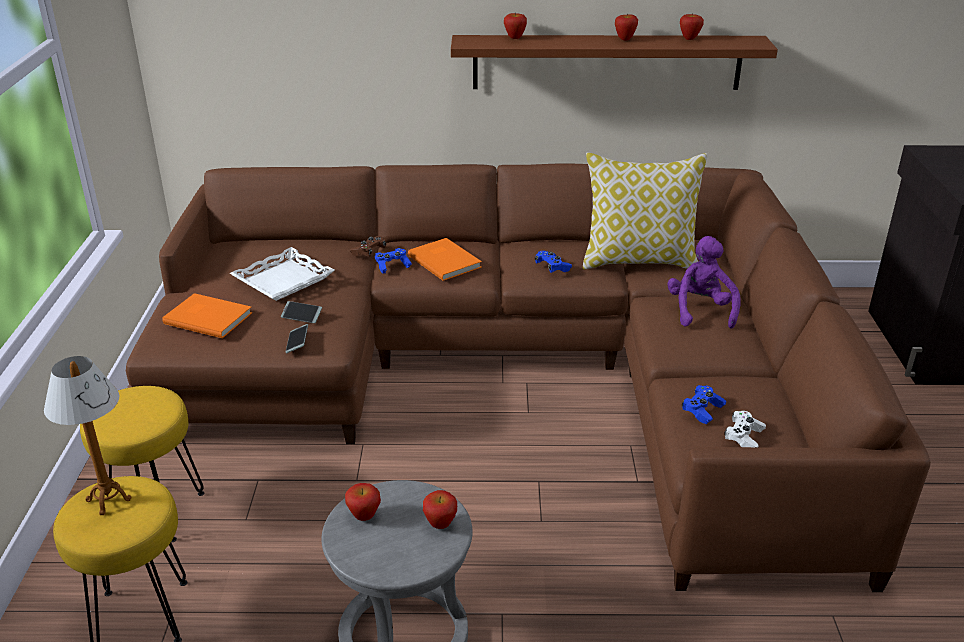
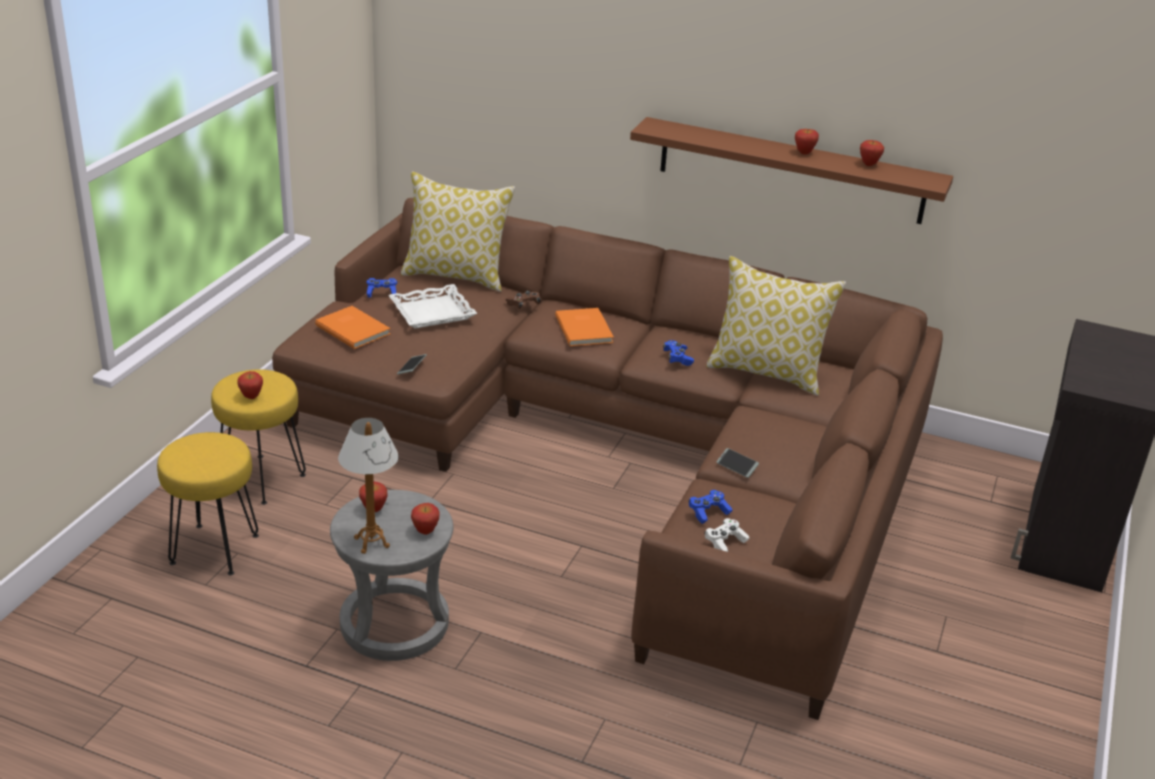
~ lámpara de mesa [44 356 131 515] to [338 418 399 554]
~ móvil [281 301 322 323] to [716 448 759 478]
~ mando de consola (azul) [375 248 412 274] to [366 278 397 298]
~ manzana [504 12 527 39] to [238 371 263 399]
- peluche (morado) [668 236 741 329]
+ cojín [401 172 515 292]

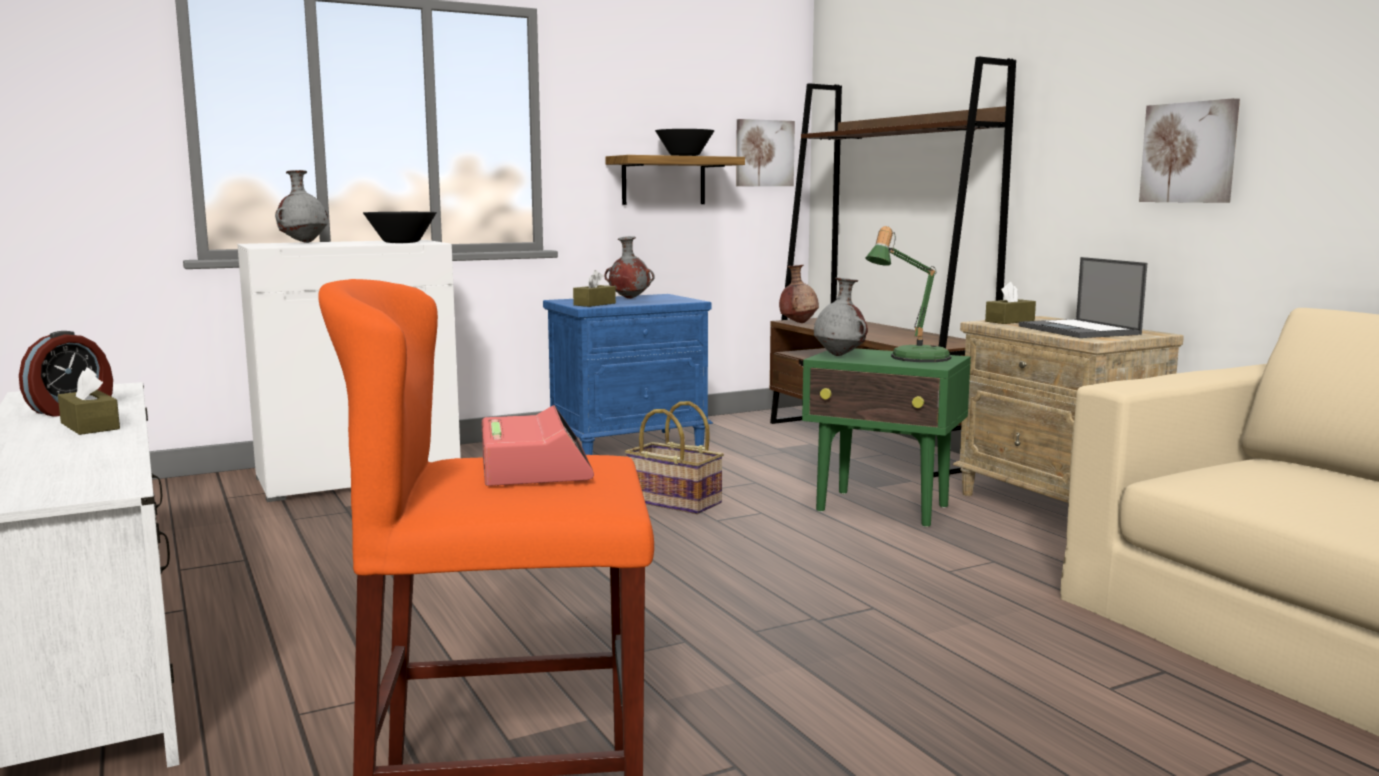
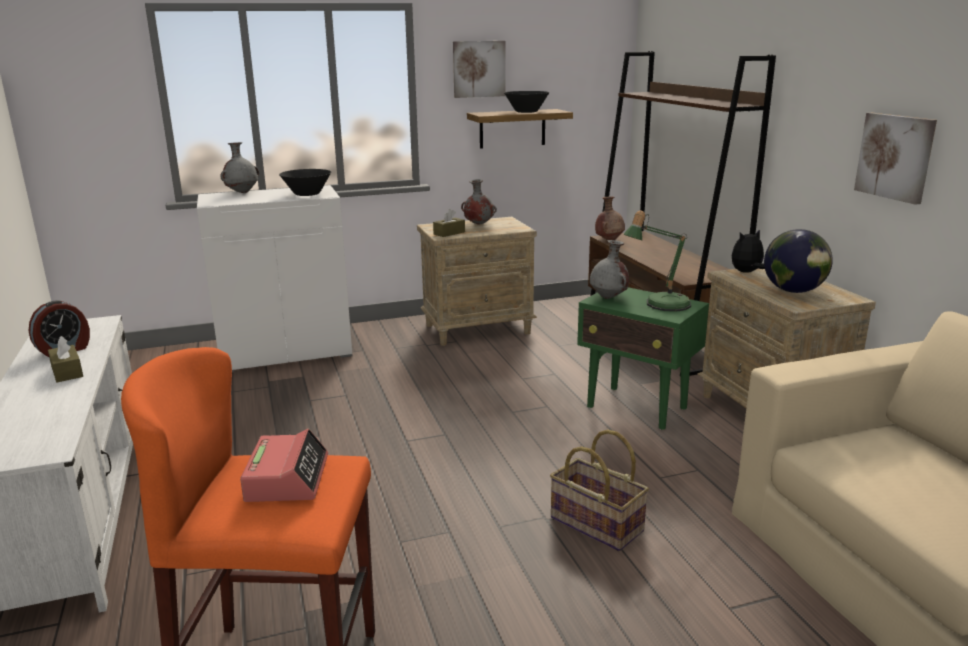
~ mesita de noche (azul) [543 294 713 455] to mesita de noche (beis) [417 217 537 346]
~ cesta [625 401 724 514] to [550 430 649 551]
~ cuadro [736 119 795 186] to [453 41 505 98]
~ caja de pañuelos (marrón) [985 282 1036 324] to peluche [732 229 765 273]
~ portátil [1019 257 1147 338] to globo terráqueo [764 229 833 293]

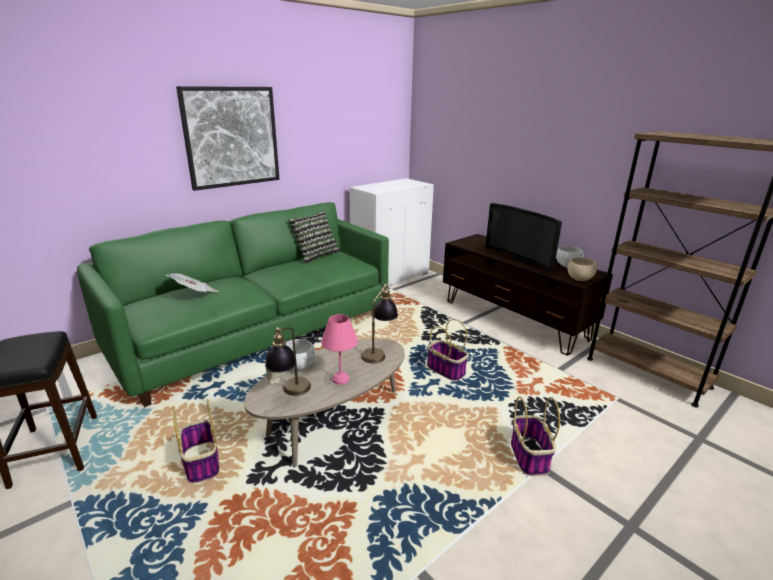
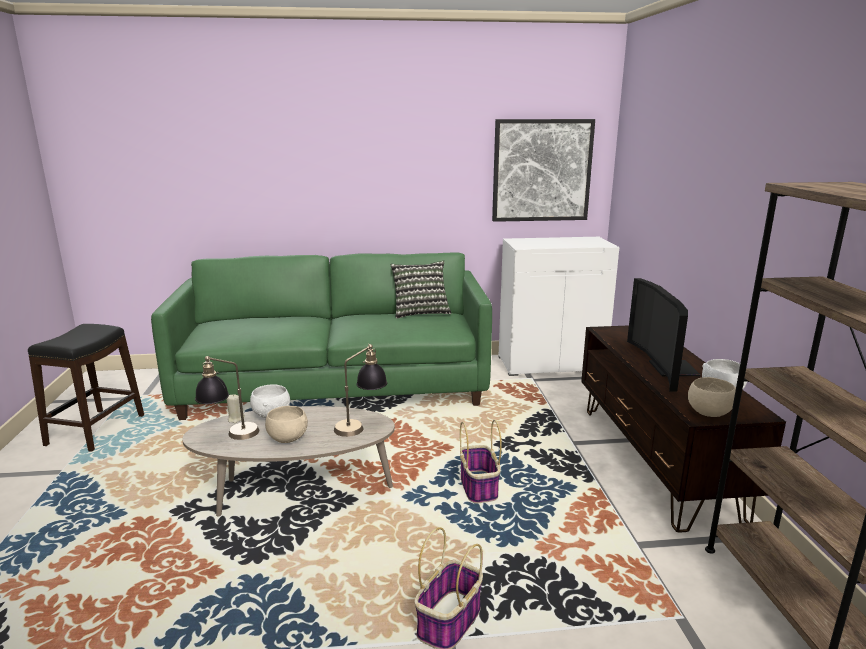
- periódico [166 273 219 292]
- cesta [172 399 219 483]
~ cuadro [176 86 280 191] to [492 119 595 222]
~ lámpara de mesa (rosa) [321 314 358 385] to cuenco (beis) [265 406 308 443]

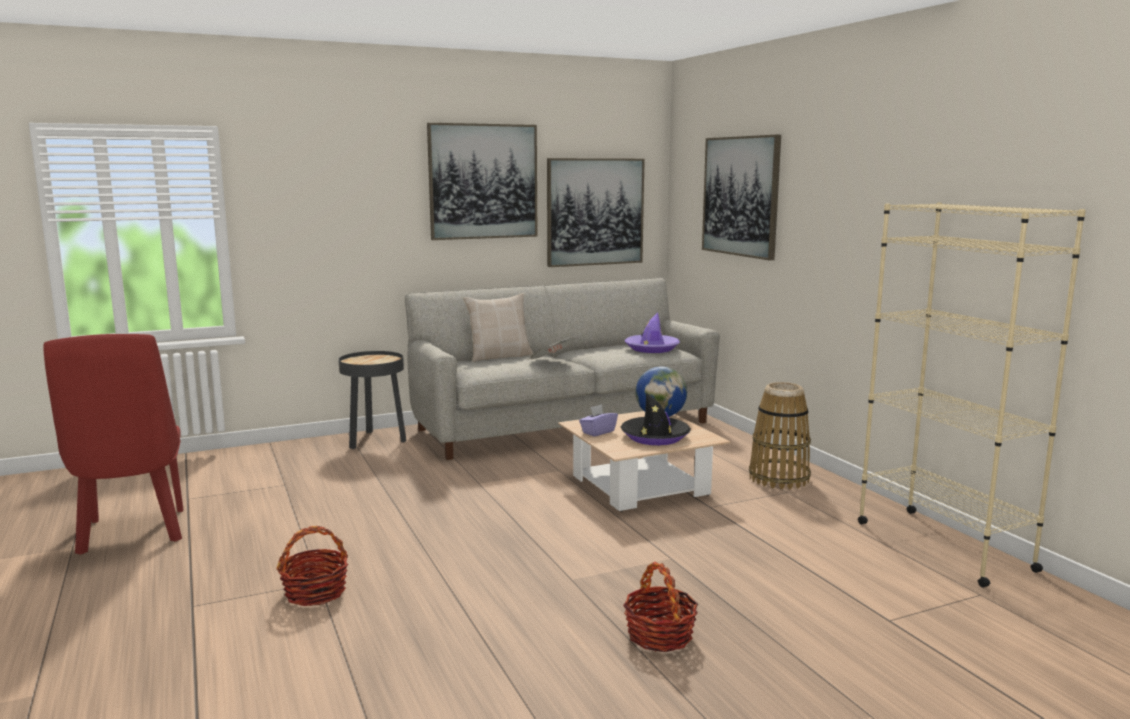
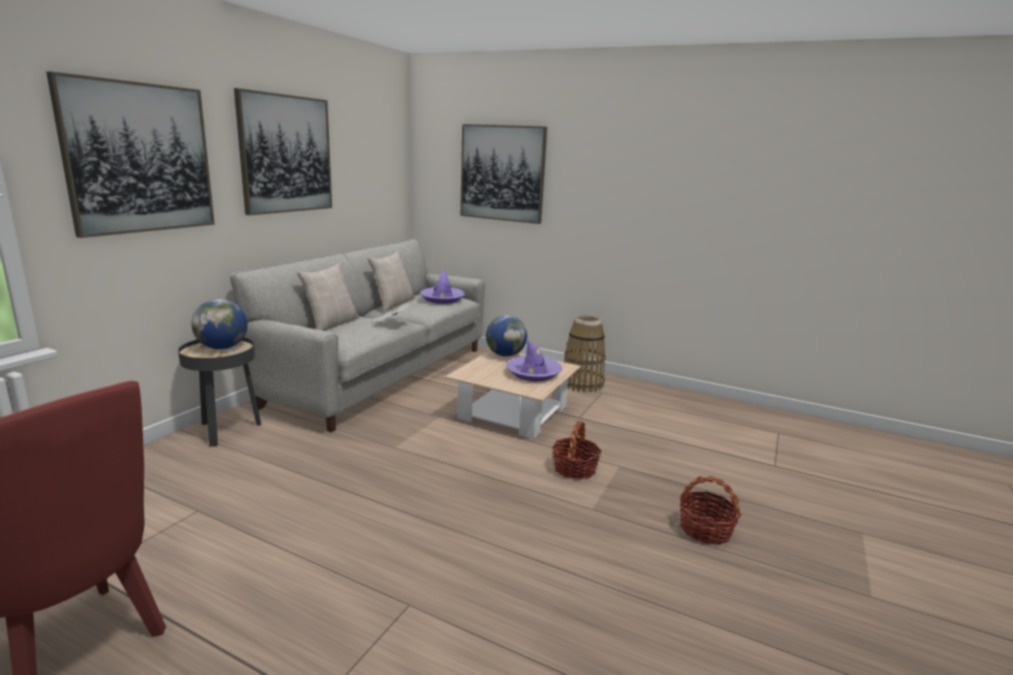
~ cesta [276 526 348 606] to [552 421 602 480]
~ cuadro [547 158 645 267] to [46 72 215 238]
- caja de pañuelos (morado) [579 404 618 436]
~ sombrero (negro) [621 392 691 445] to sombrero (morado) [506 340 562 381]
- estantería (beis) [858 202 1086 588]
+ globo terráqueo [191 299 248 350]
+ cojín (beis) [367 251 415 311]

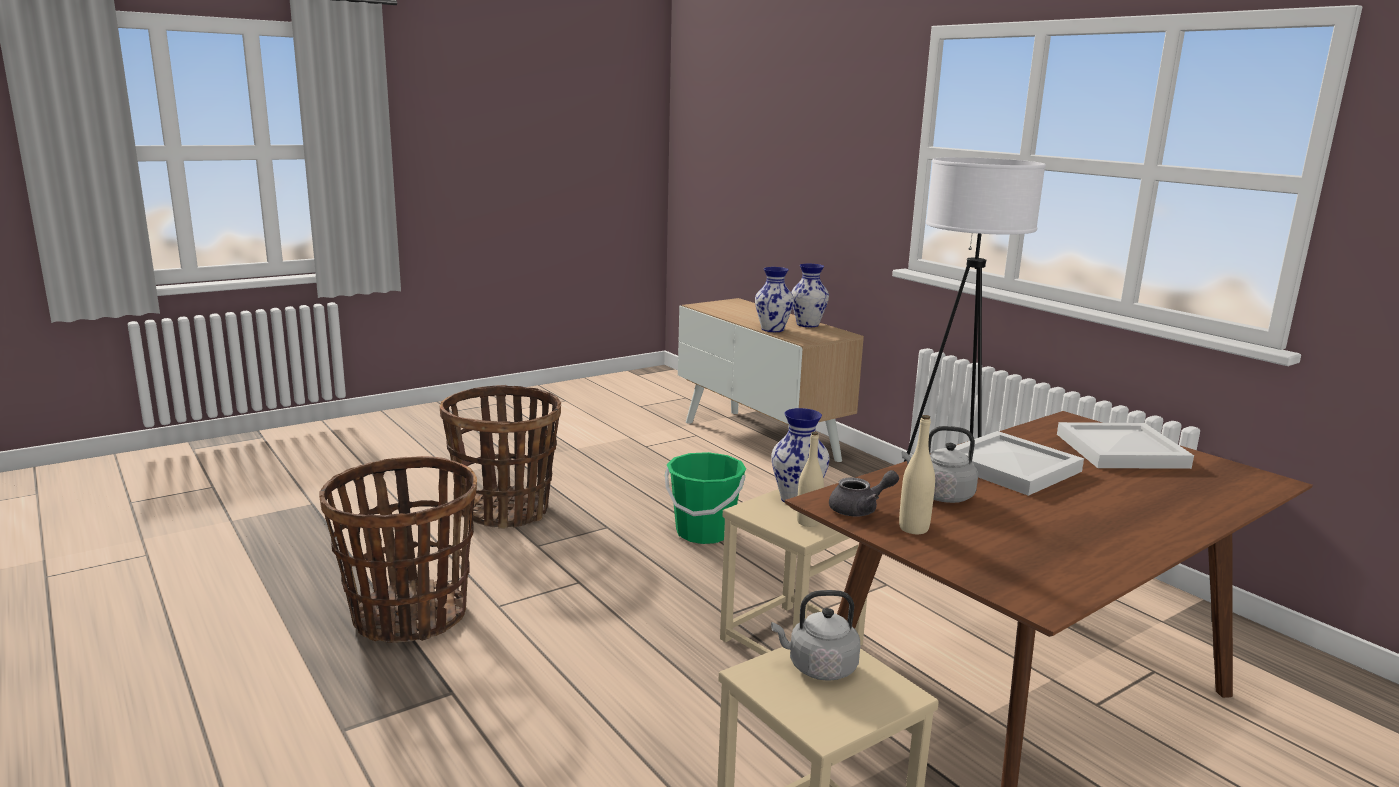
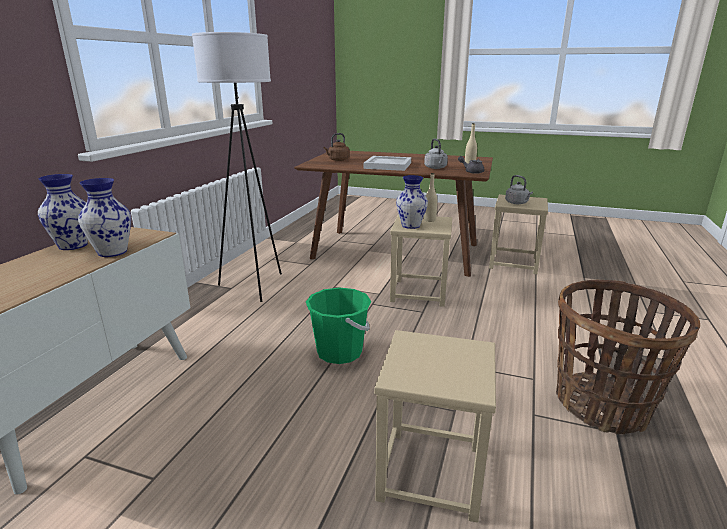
~ cesta [440 385 561 529] to taburete (beis) [374 330 496 523]
~ bandeja (blanco) [1057 422 1194 469] to hervidor (marrón) [323 133 350 161]

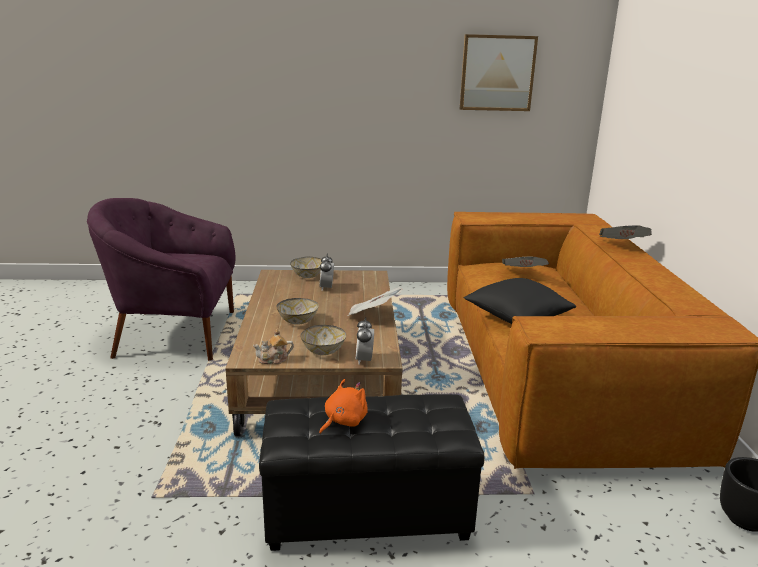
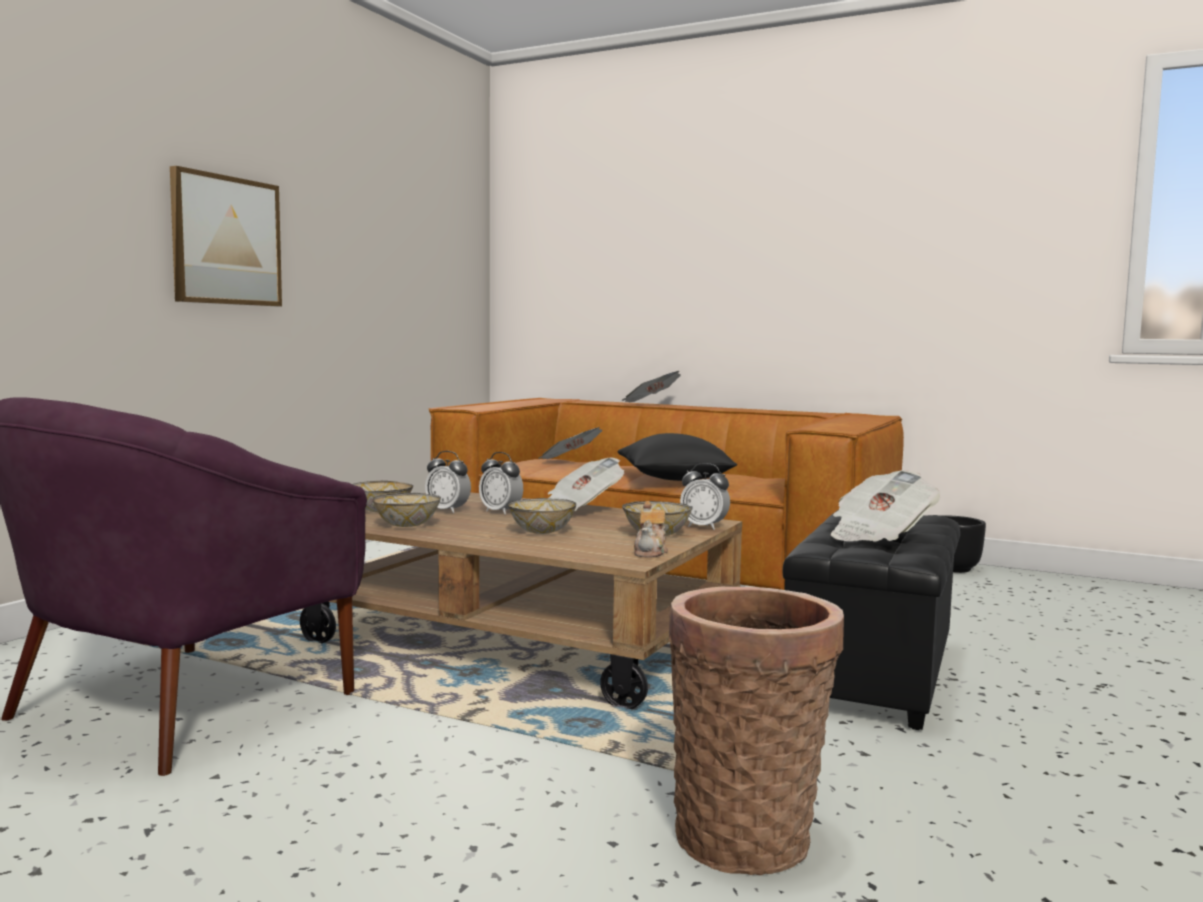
~ peluche (naranja) [319 379 367 434] to periódico [830 470 940 541]
~ cuadro [460 34 538 111] to [170 166 282 306]
+ cuenco [373 493 441 527]
+ despertador [479 452 523 515]
+ cesta [669 587 844 875]

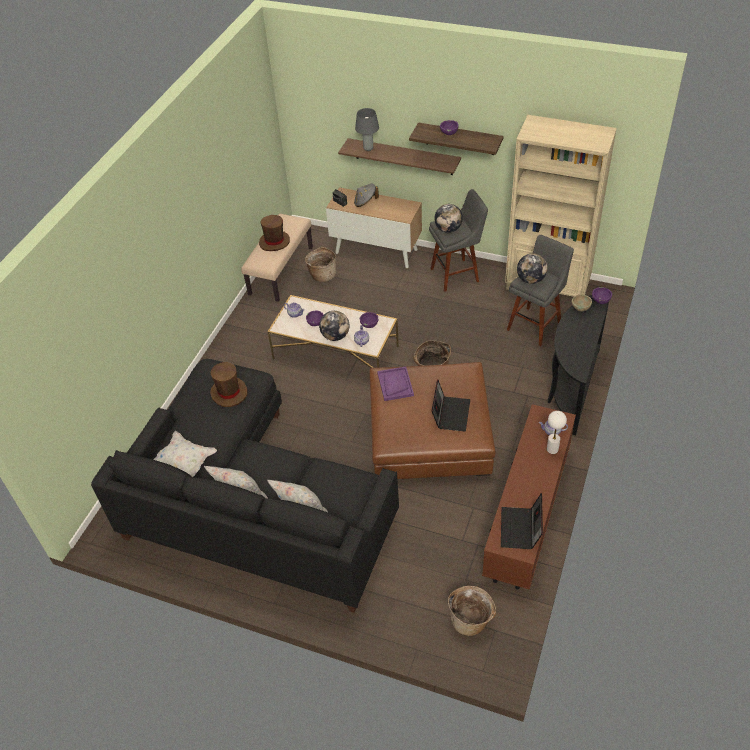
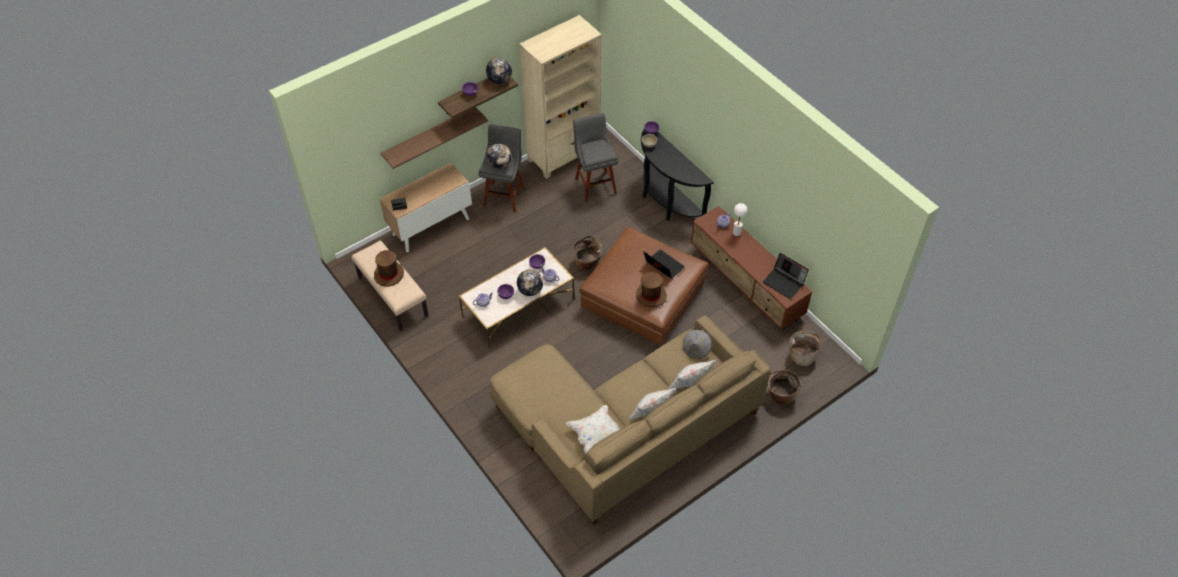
~ sofá (negro) [91 359 399 613] to sofá (beis) [490 315 771 525]
~ sombrero (marrón) [210 362 248 407] to [636 272 667 307]
~ cesta [305 247 336 282] to [768 370 801 405]
~ sombrero (gris) [354 184 379 207] to [683 329 712 359]
- lámpara de mesa (gris) [355 108 379 151]
- bandeja (morado) [377 366 414 401]
~ globo terráqueo [517 253 548 284] to [486 58 512 84]

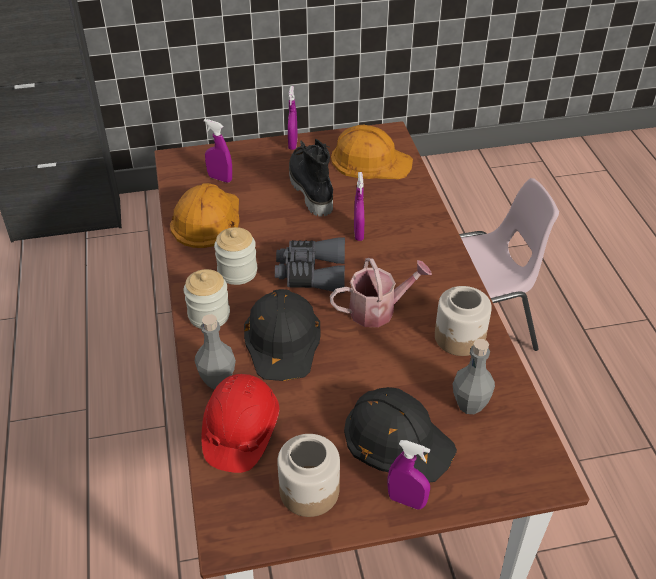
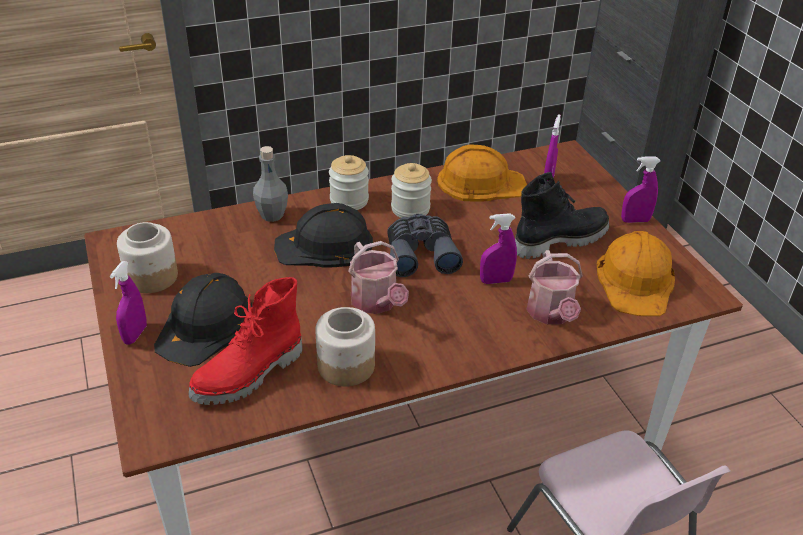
- casco (rojo) [201 374 279 473]
~ botella (gris) [453 339 495 414] to bota (rojo) [188 277 302 405]
+ regadera [526 250 583 325]

